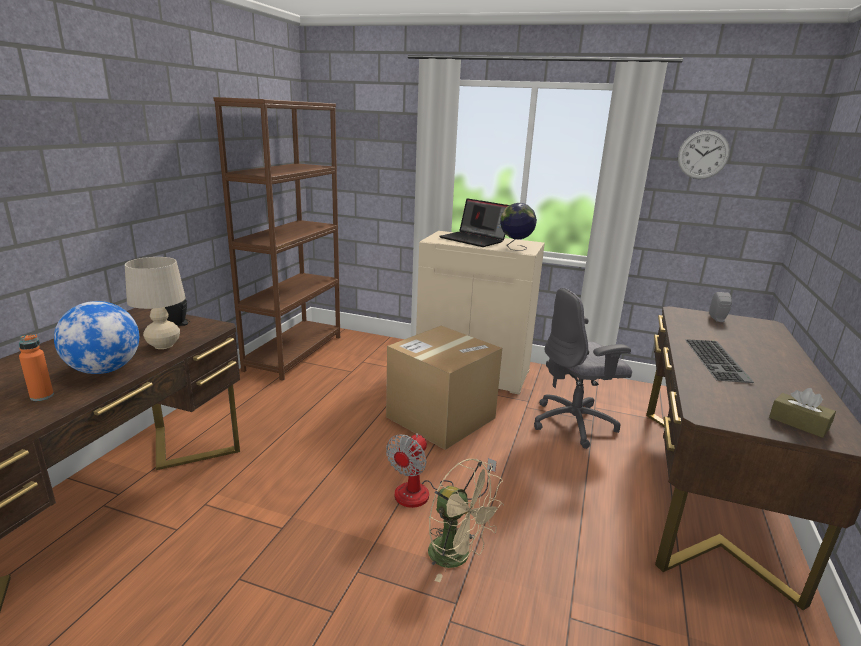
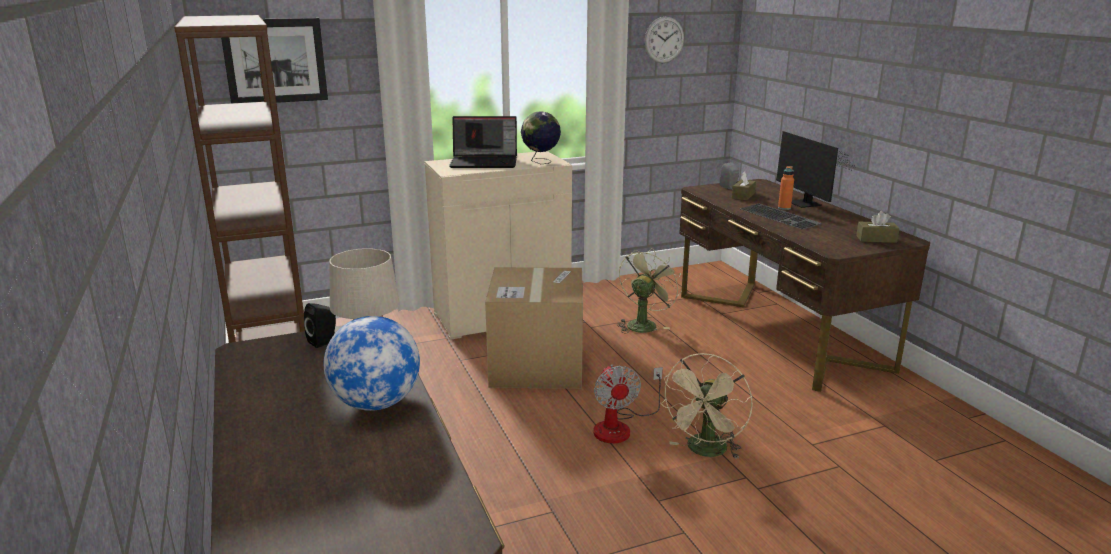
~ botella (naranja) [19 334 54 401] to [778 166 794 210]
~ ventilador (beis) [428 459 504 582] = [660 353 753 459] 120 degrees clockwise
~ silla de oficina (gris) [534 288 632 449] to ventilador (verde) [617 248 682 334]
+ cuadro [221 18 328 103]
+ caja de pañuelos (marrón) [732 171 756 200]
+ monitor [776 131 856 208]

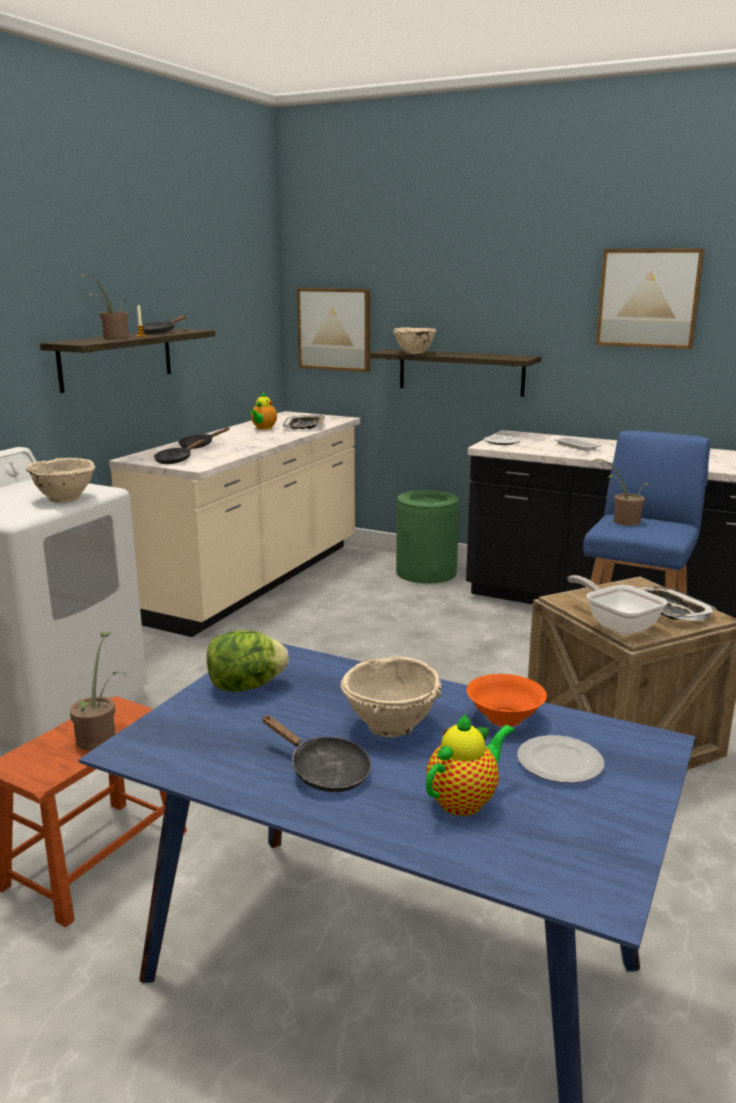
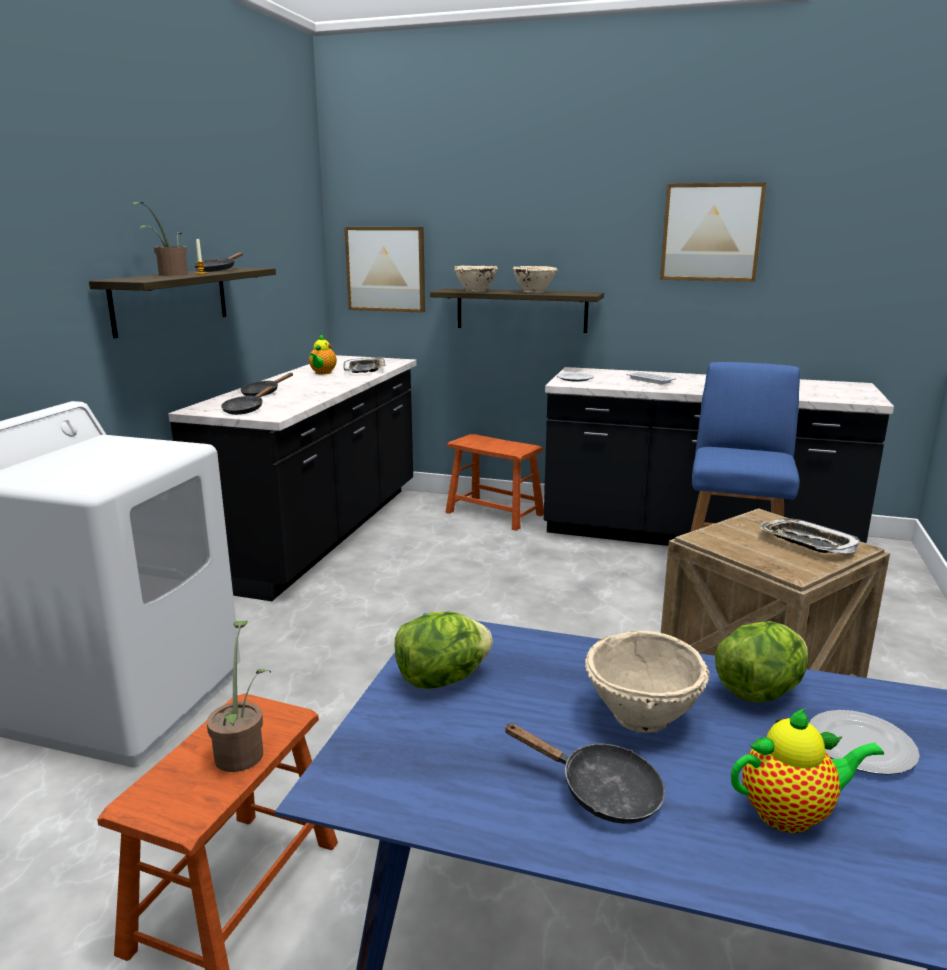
~ cuenco (beis) [26 458 96 503] to [513 266 558 293]
~ mueble bajo de cocina (beis) [109 411 360 637] to mueble bajo de cocina (negro) [168 355 416 601]
~ papelera (verde) [396 490 459 583] to taburete (marrón) [445 434 544 531]
~ tetera [426 713 515 816] = [731 708 884 833] 45 degrees clockwise
~ cuenco (naranja) [467 674 547 727] to lechuga [715 621 808 702]
- sartén [568 575 667 635]
- planta en maceta [592 459 651 526]

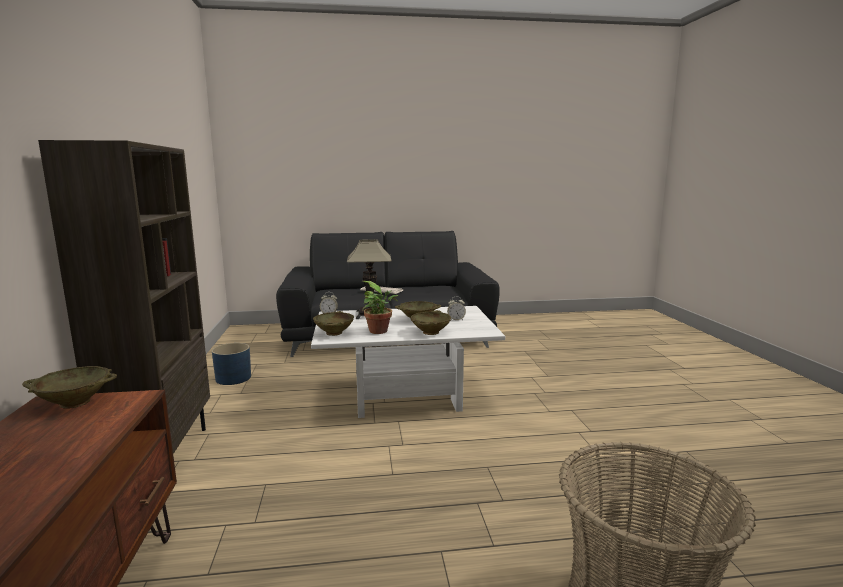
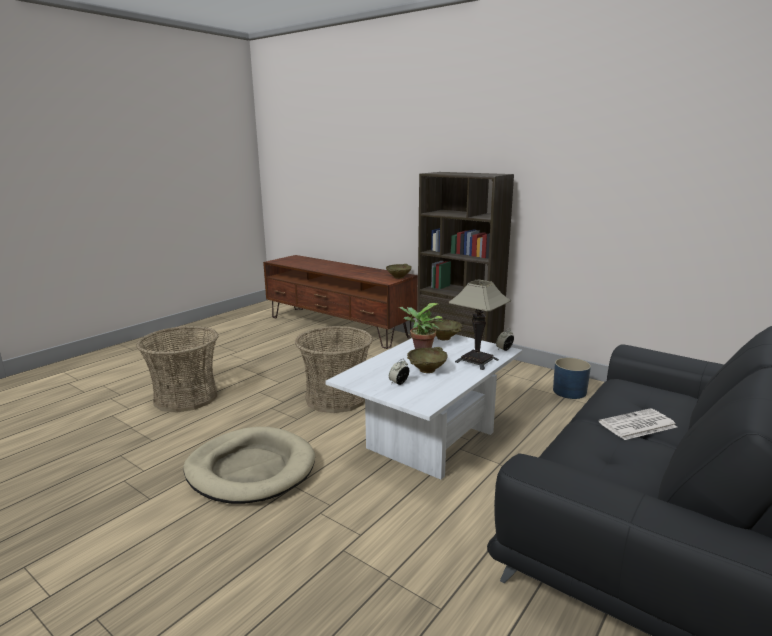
- cuenco (beis) [411 310 451 335]
+ cama para perro (beis) [183 427 315 504]
+ cesta [295 326 373 413]

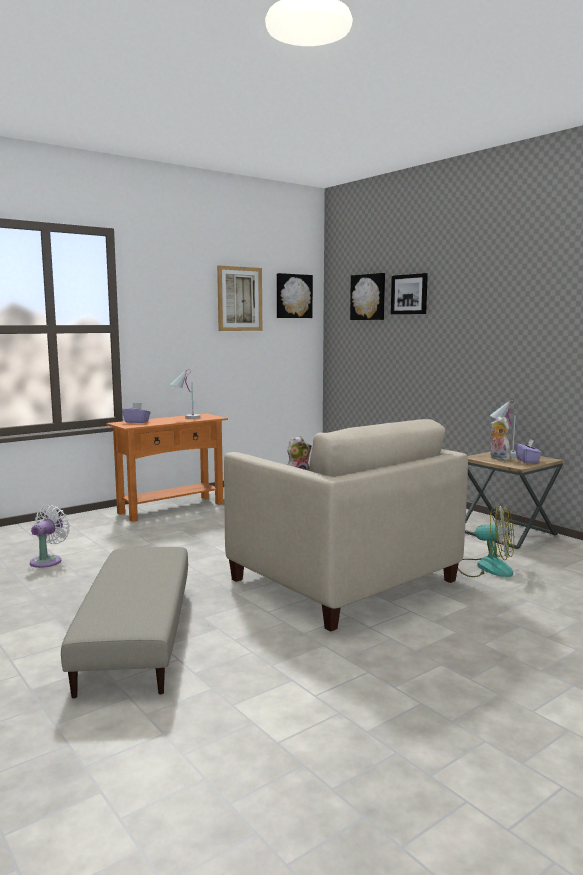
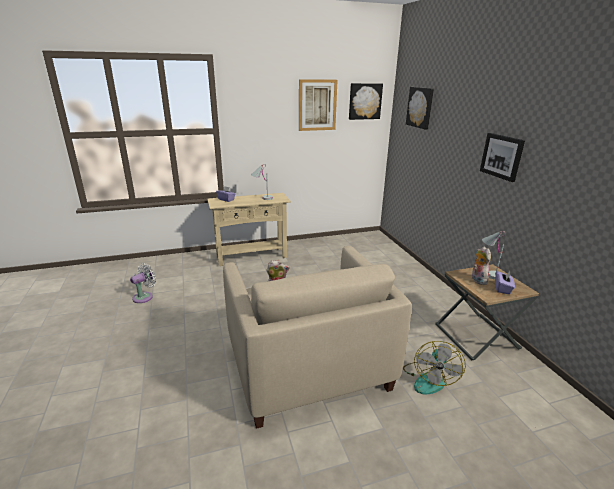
- puf (beis) [61 547 188 698]
~ mesa consola (naranja) [106 414 228 522] to mesa consola (beis) [207 193 291 266]
~ cuadro [391 273 428 314] to [480 133 525 182]
~ ventilador [458 504 514 577] = [403 341 466 394] 60 degrees clockwise

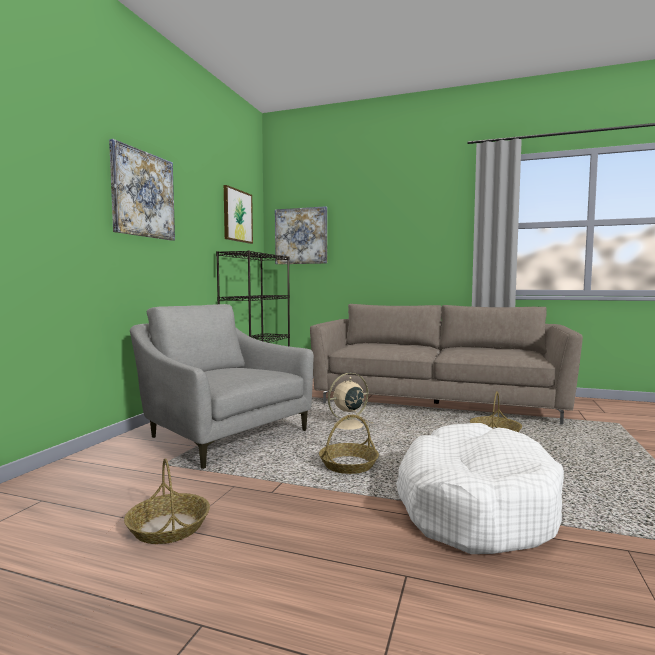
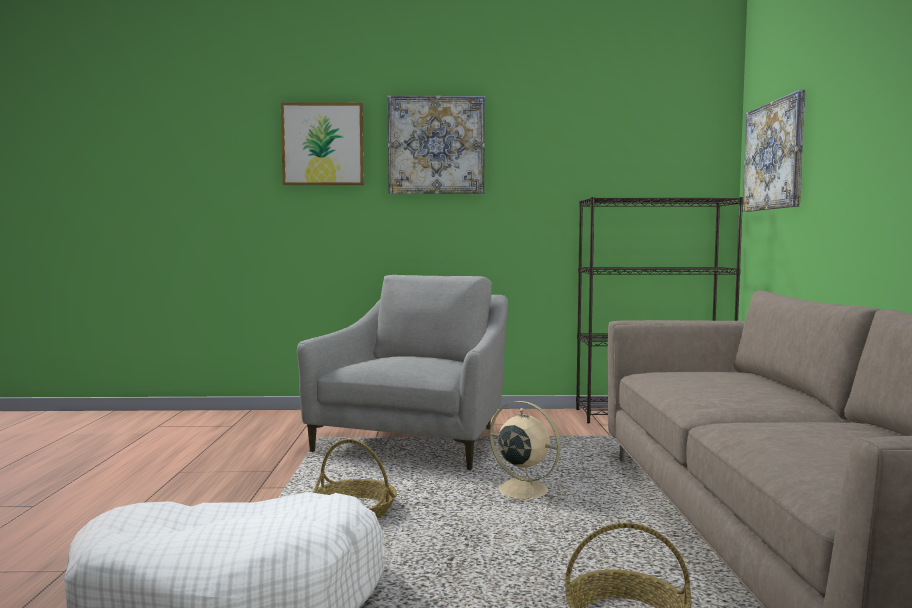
- cesta [124 458 210 544]
~ cuadro [224 185 253 244] to [281 102 364 185]

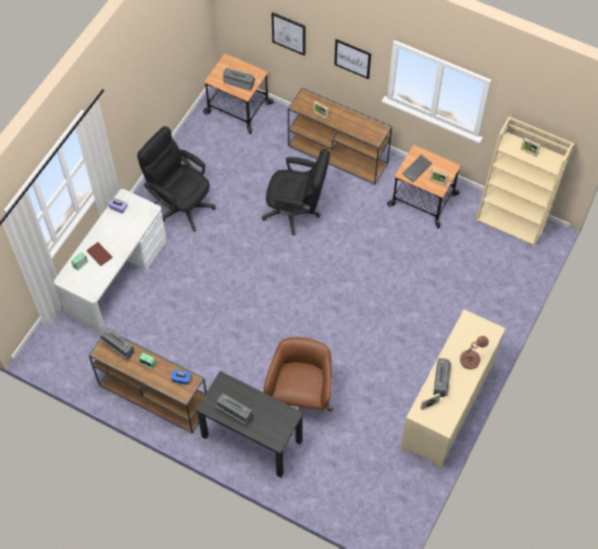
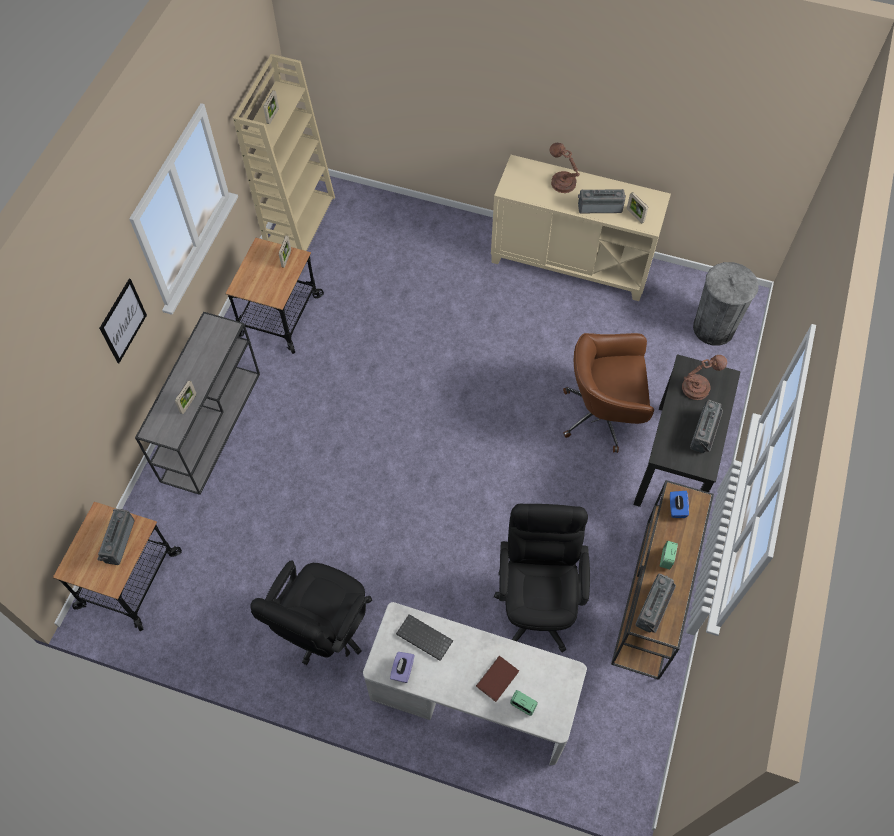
~ silla de oficina (negro) [262 149 330 235] to [494 504 590 652]
- cuadro [271 12 306 56]
~ mesa consola (marrón) [288 88 392 185] to mesa consola (gris) [135 312 260 495]
~ teclado [402 155 432 182] to [396 614 453 661]
+ lámpara de mesa (marrón) [682 355 727 400]
+ papelera (gris) [693 262 759 346]

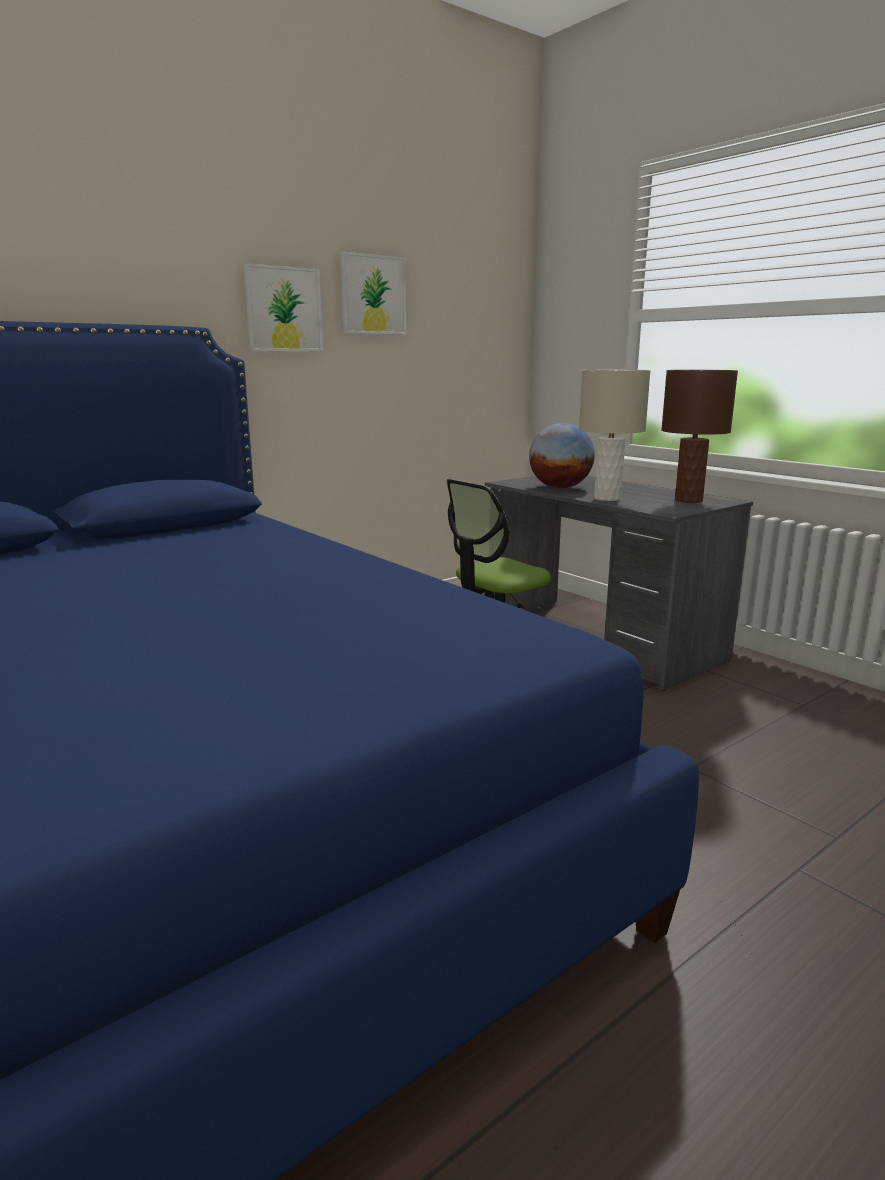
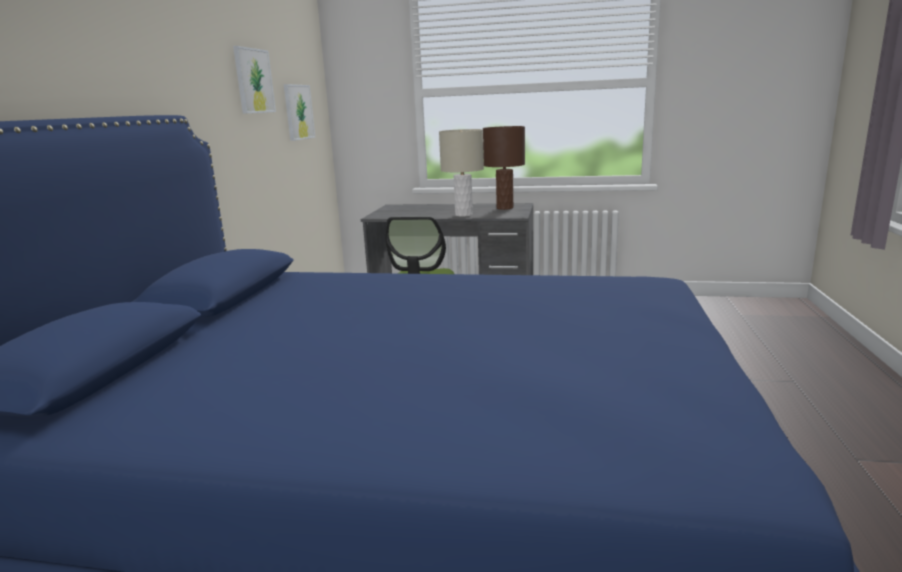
~ cuadro [244 263 323 351] to [284 84 315 141]
- globo terráqueo [529 423 595 488]

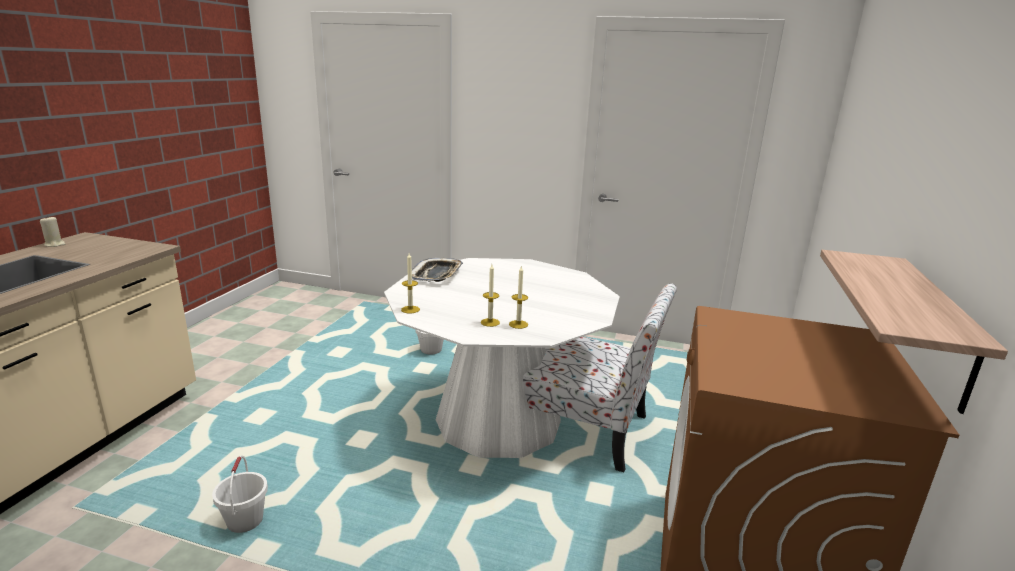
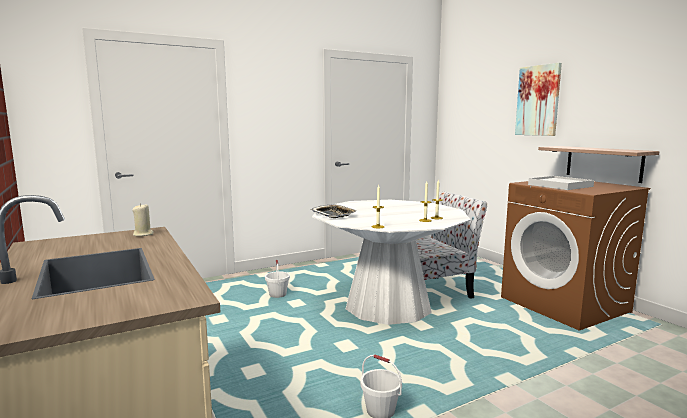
~ vela (beis) [40 216 65 247] to [132 203 154 236]
+ cuadro [515 63 562 136]
+ bandeja (blanco) [528 176 594 190]

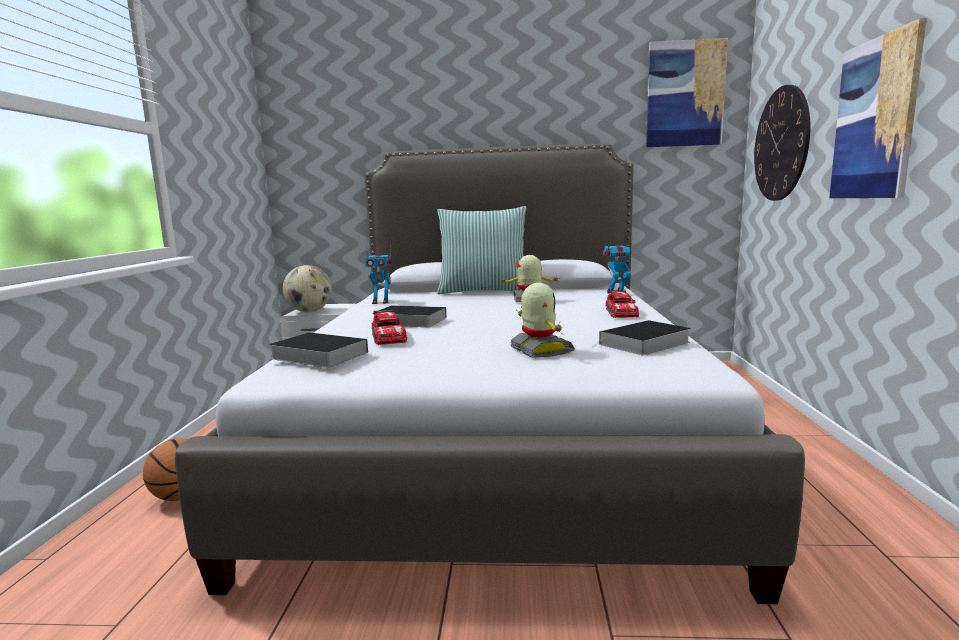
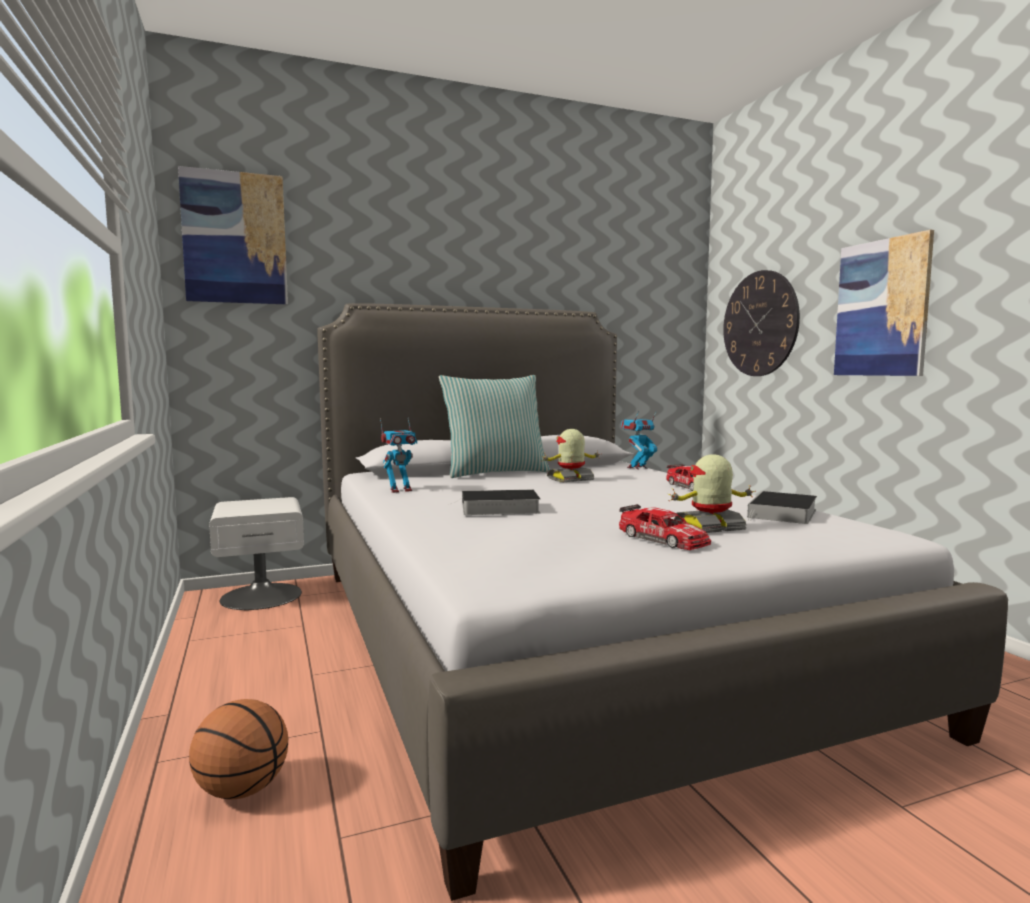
- libro [269 332 368 368]
- globo terráqueo [283 265 332 312]
~ coche de juguete [372 309 407 345] to [619 504 711 550]
~ robot de juguete [510 283 575 358] = [669 454 755 533] 60 degrees counterclockwise
~ cuadro [646 38 728 147] to [178 166 288 305]

